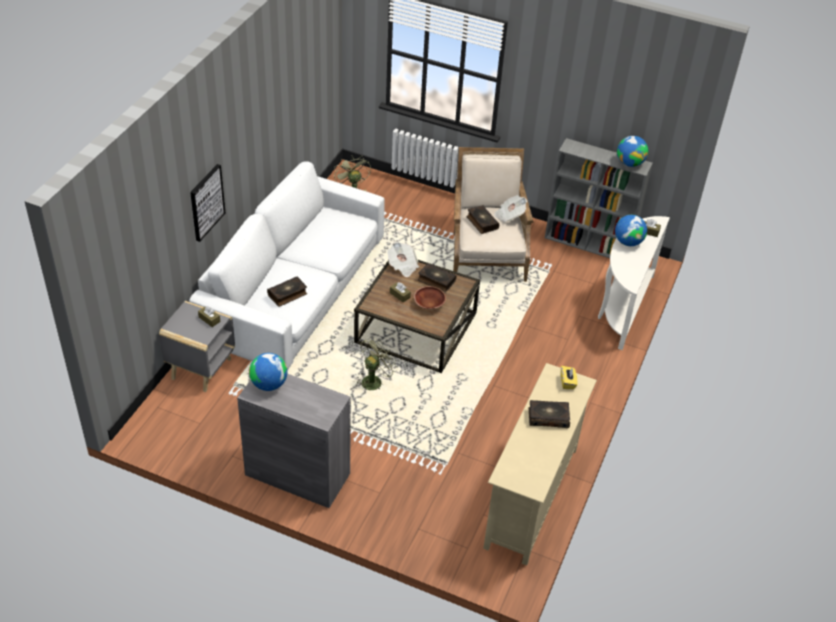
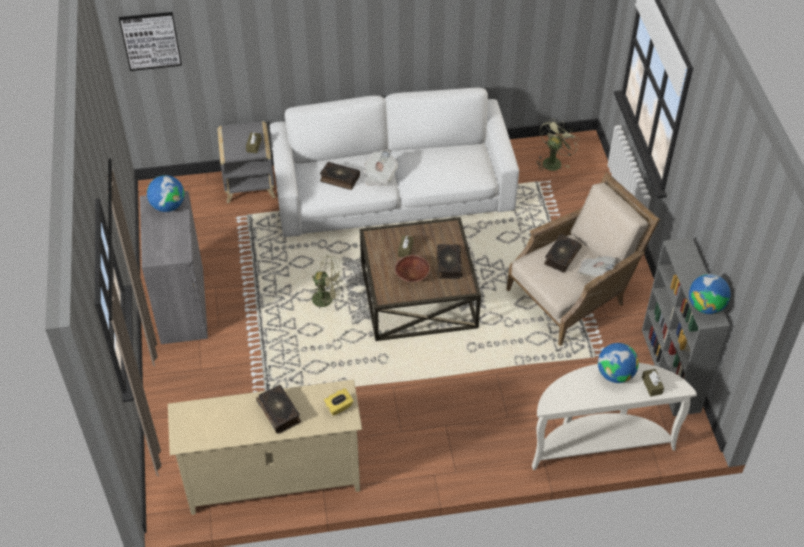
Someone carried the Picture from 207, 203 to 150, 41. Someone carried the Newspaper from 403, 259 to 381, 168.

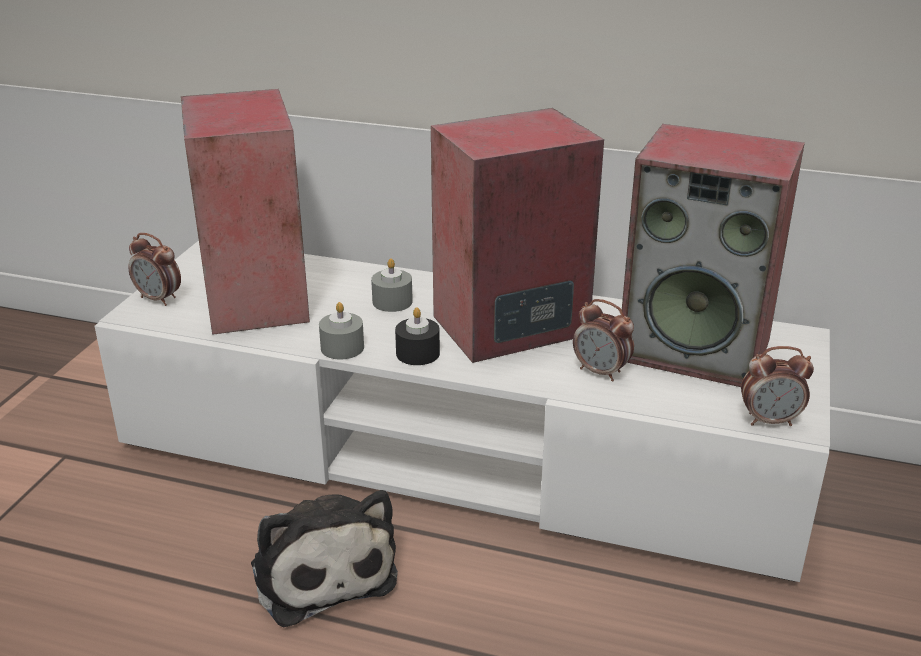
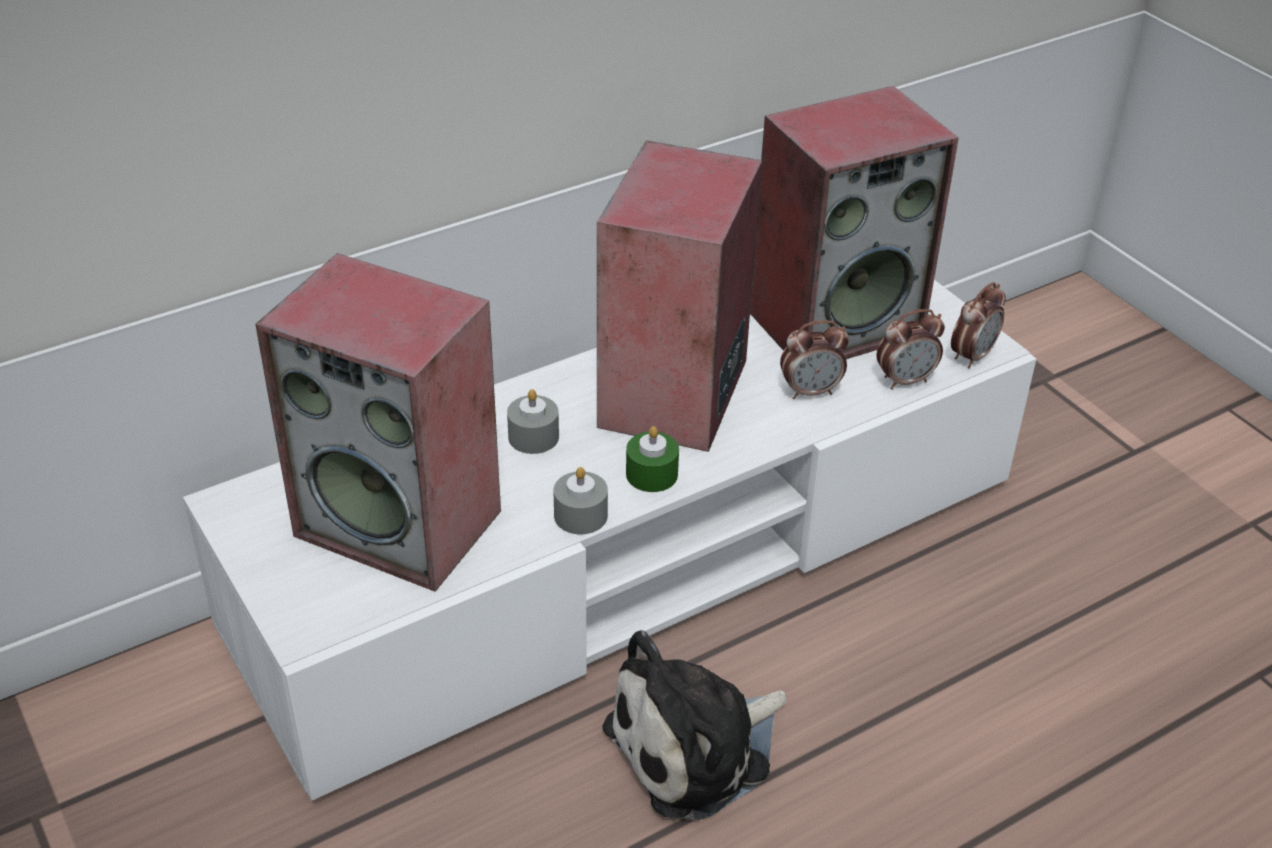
Someone carried the AlarmClock from 154, 269 to 911, 349. Someone repainted the BlackCandle at 417, 336, which became the GreenCandle at 652, 459. Someone rotated the PlushToy at 324, 558 by 135 degrees clockwise.

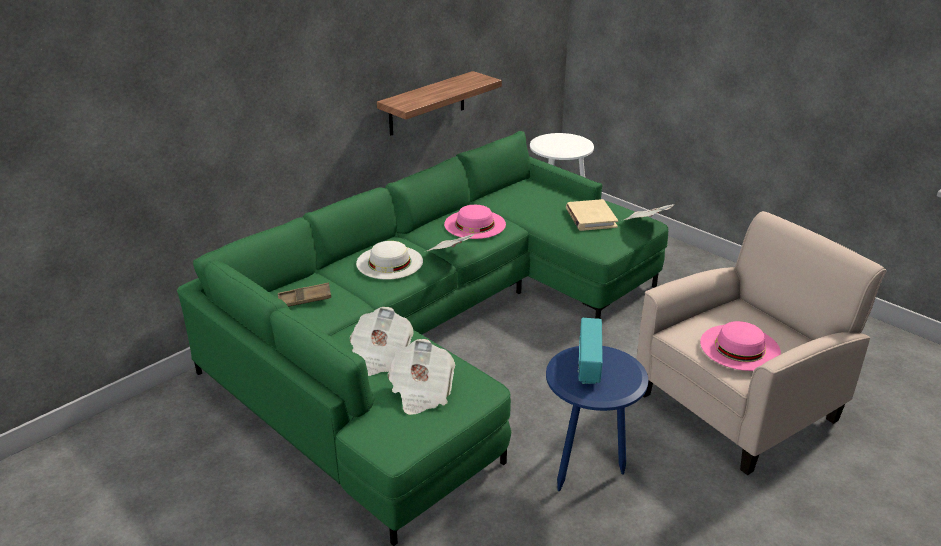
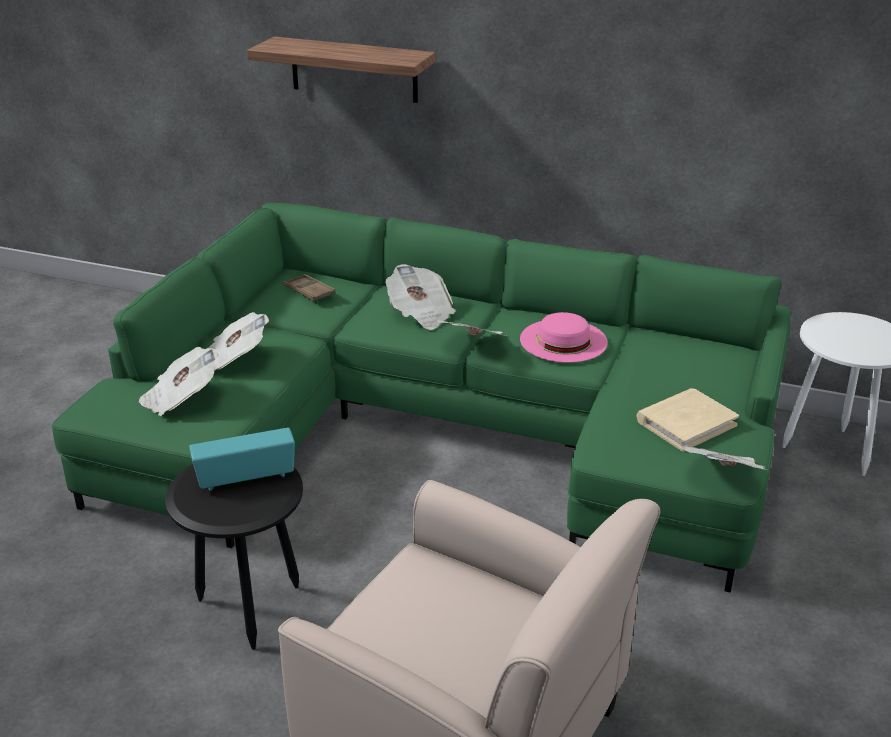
Someone carried the Shelf from 439, 103 to 341, 69. Someone swapped the WhiteHat at 389, 260 for the Newspaper at 420, 297. Someone took away the PinkHat at 740, 346. Someone repainted the BlueSideTable at 597, 418, which became the BlackSideTable at 234, 557.

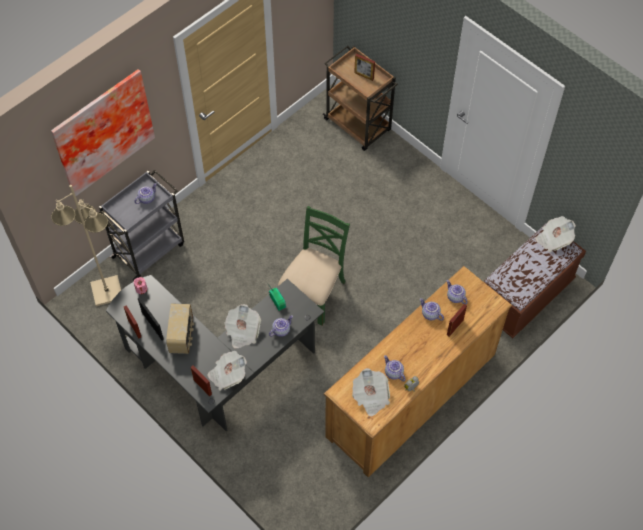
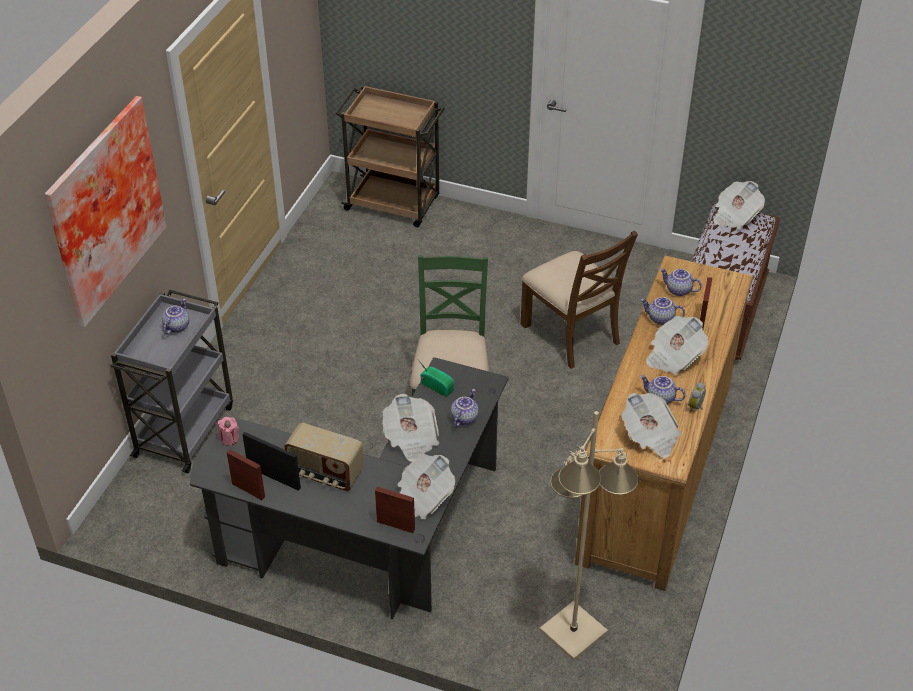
Someone took away the PictureFrame at 364, 67. Someone carried the BeigeFloorLamp from 86, 245 to 589, 536. Someone rotated the Radio at 180, 328 by 135 degrees clockwise. Someone put down the BrownChair at 579, 300. Someone put down the Newspaper at 677, 345.

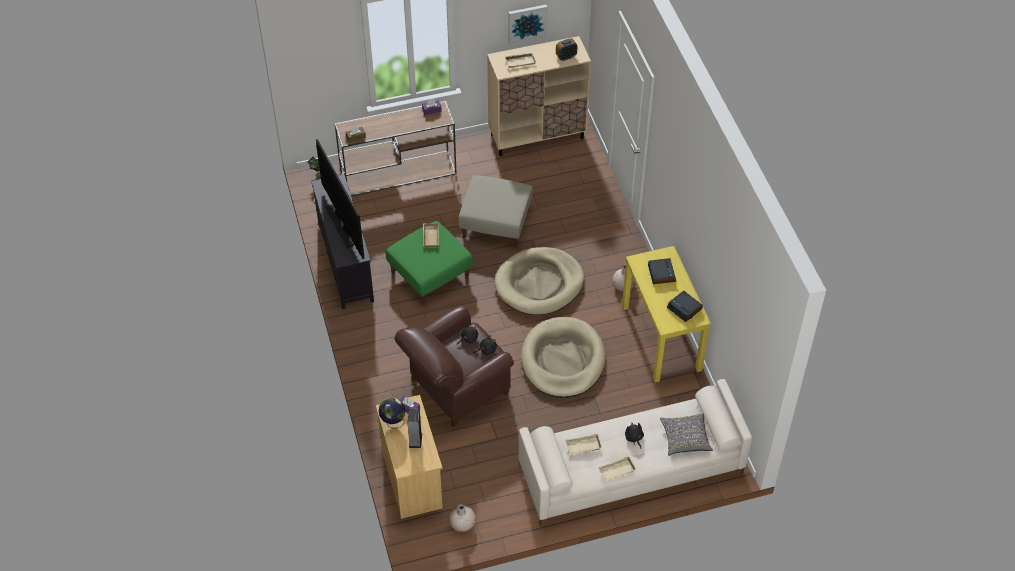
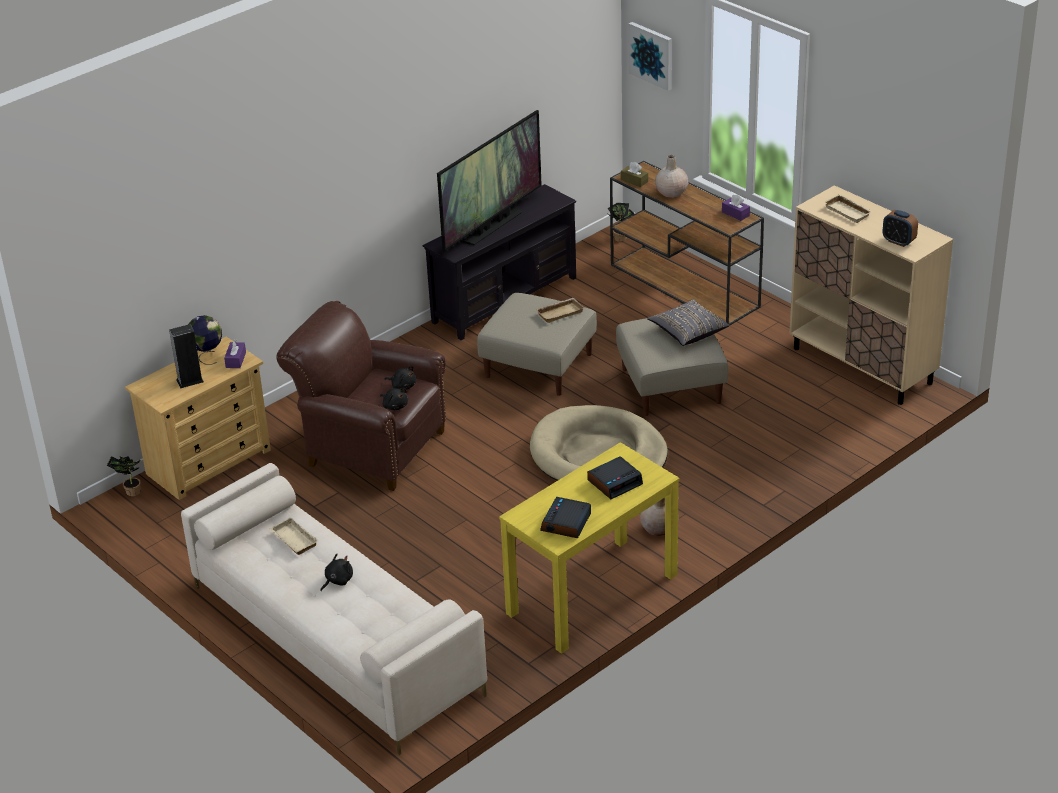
Someone carried the Picture from 528, 24 to 650, 56. Someone repainted the GreenOttoman at 429, 263, which became the BeigeOttoman at 537, 344. Someone took away the BeigeDogBed at 563, 357. Someone carried the GreyPillow from 686, 435 to 688, 322. Someone took away the BeigeTray at 617, 469. Someone carried the BeigeVase from 462, 518 to 671, 176. Someone put down the PottedPlant at 124, 476.

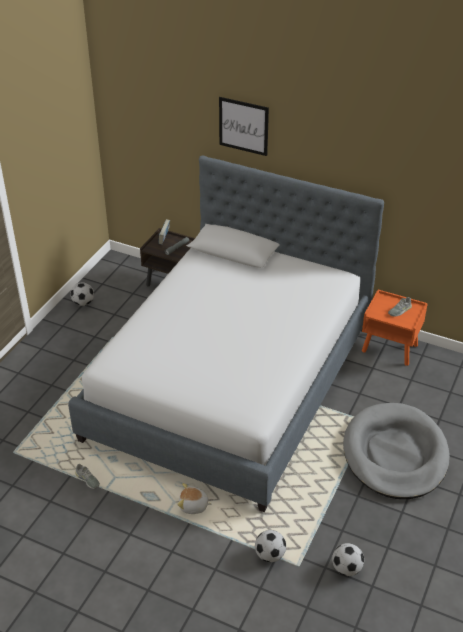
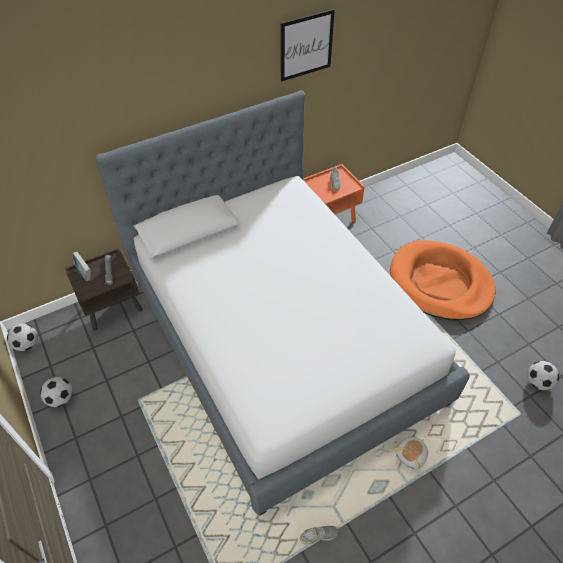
Someone carried the Picture from 244, 126 to 308, 45. Someone repainted the GreyDogBed at 396, 451, which became the OrangeDogBed at 443, 280. Someone carried the Football from 270, 546 to 22, 337.

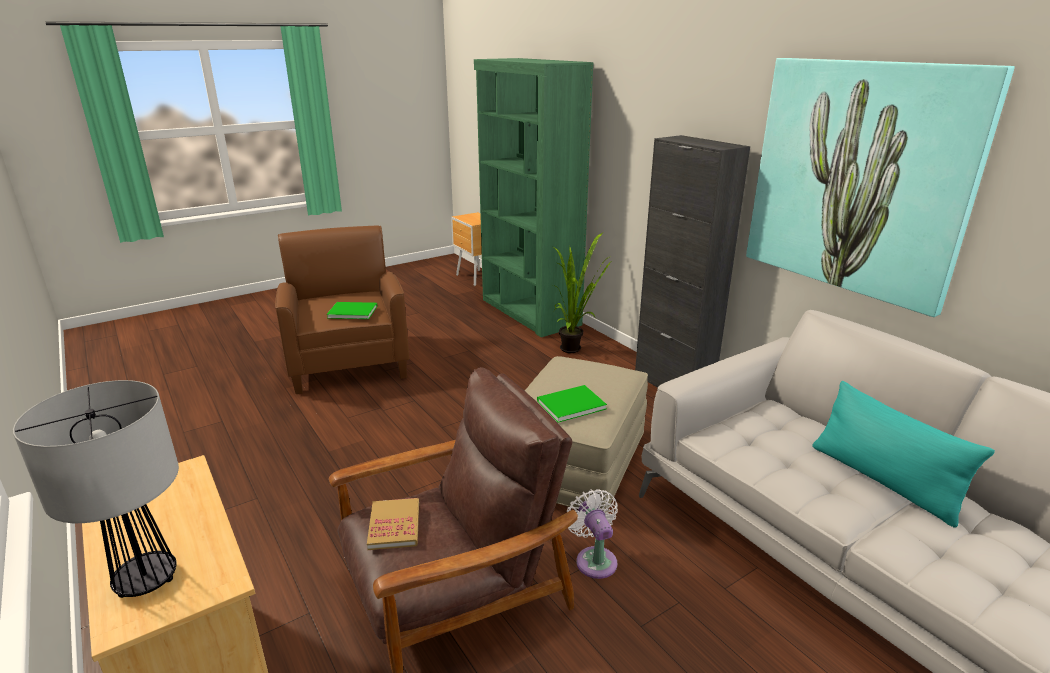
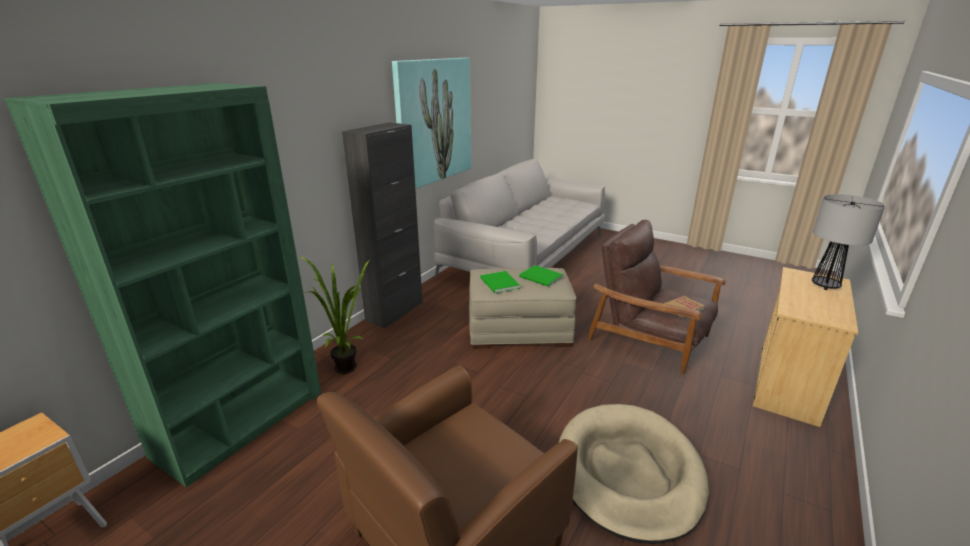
Someone carried the GreenBook from 352, 310 to 500, 282. Someone took away the TurquoisePillow at 903, 454. Someone took away the WhiteFan at 592, 534. Someone put down the BeigeDogBed at 634, 474.

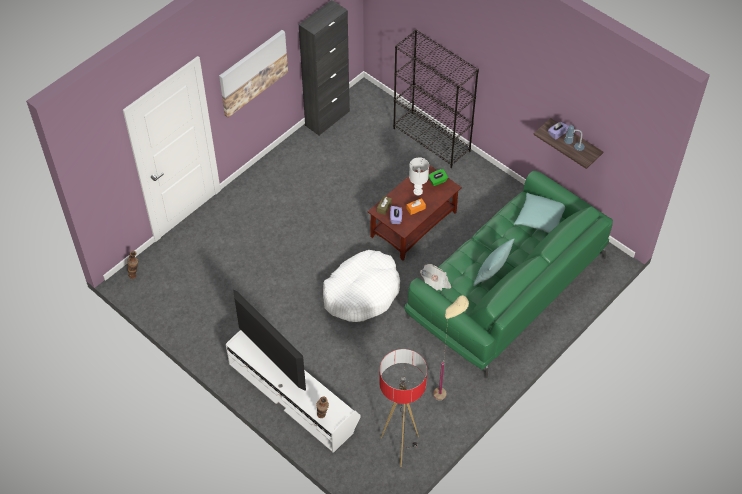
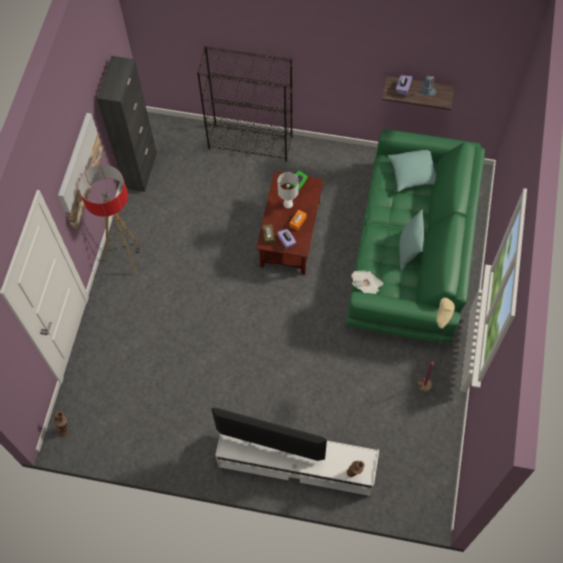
Someone took away the WhiteDogBed at 361, 286. Someone carried the FloorLamp from 403, 408 to 109, 219.

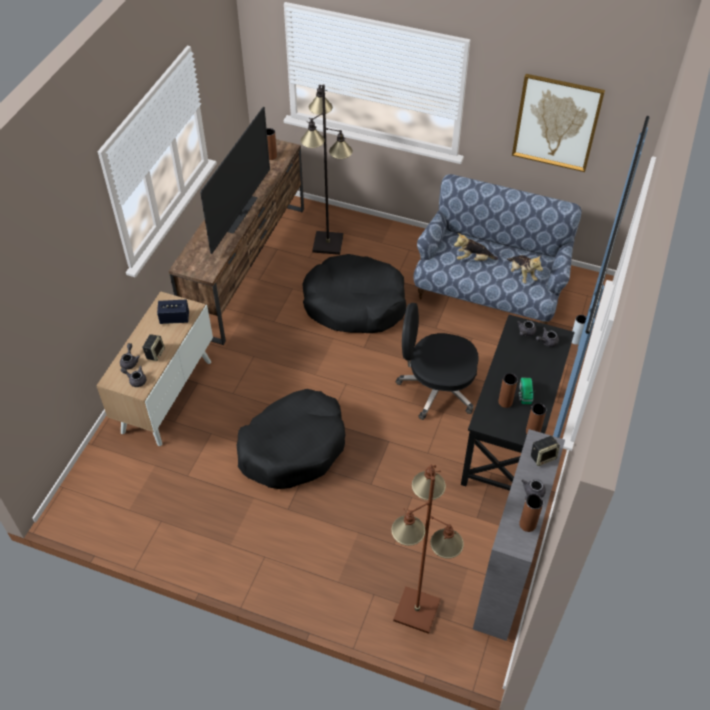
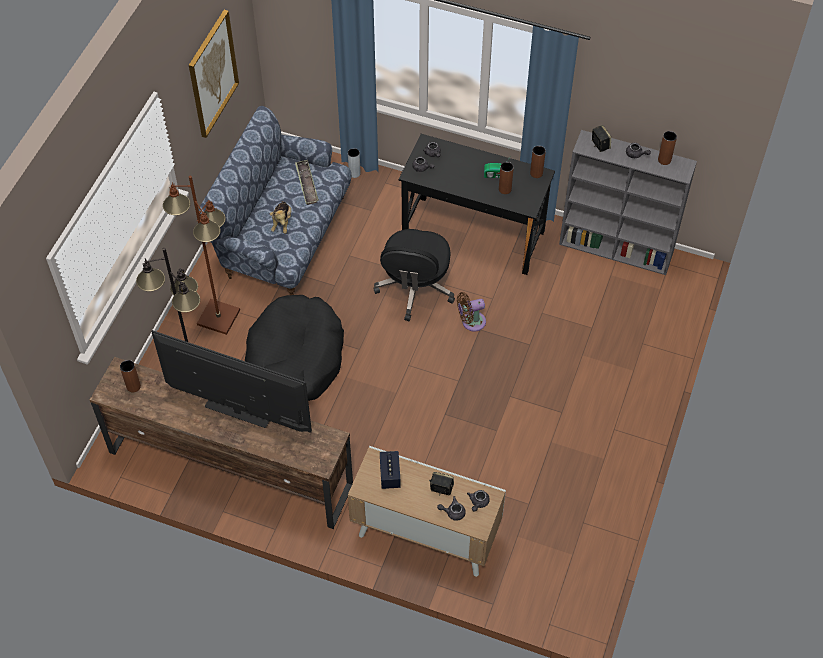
Someone swapped the PlushToy at 525, 269 for the Tray at 307, 182. Someone took away the BlackDogBed at 291, 439. Someone carried the BrownFloorLamp from 427, 549 to 201, 255. Someone put down the BrownFan at 471, 312.

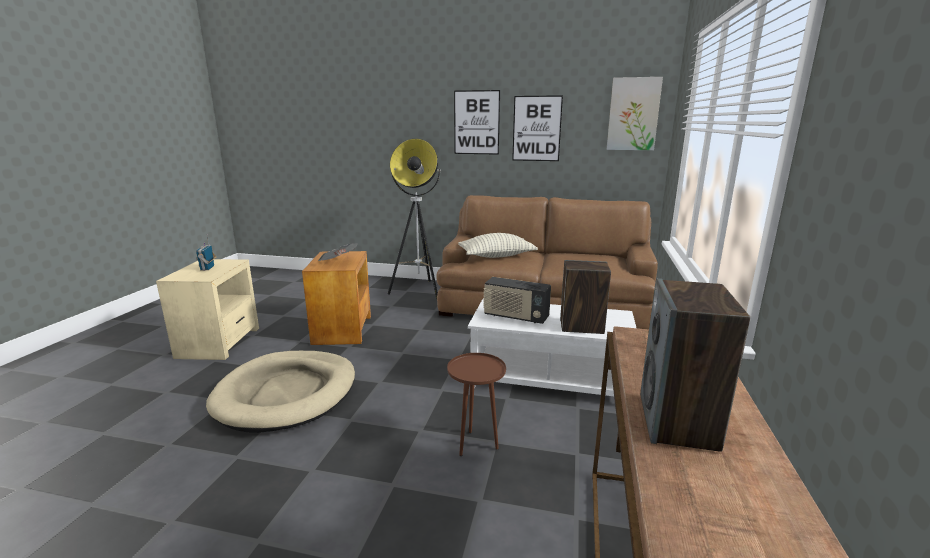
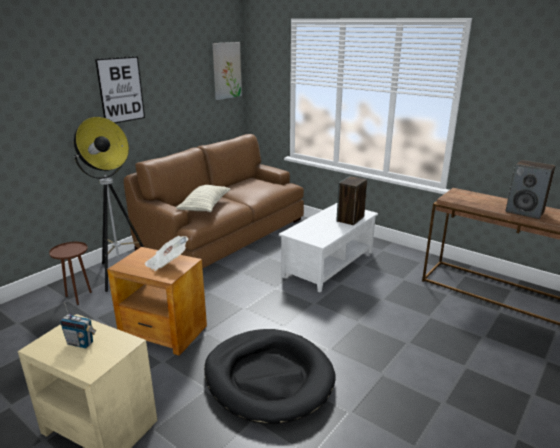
Someone took away the Picture at 537, 128. Someone took away the Radio at 517, 300. Someone repainted the BeigeDogBed at 280, 392, which became the BlackDogBed at 270, 376. Someone carried the BrownSideTable from 476, 404 to 70, 273.

